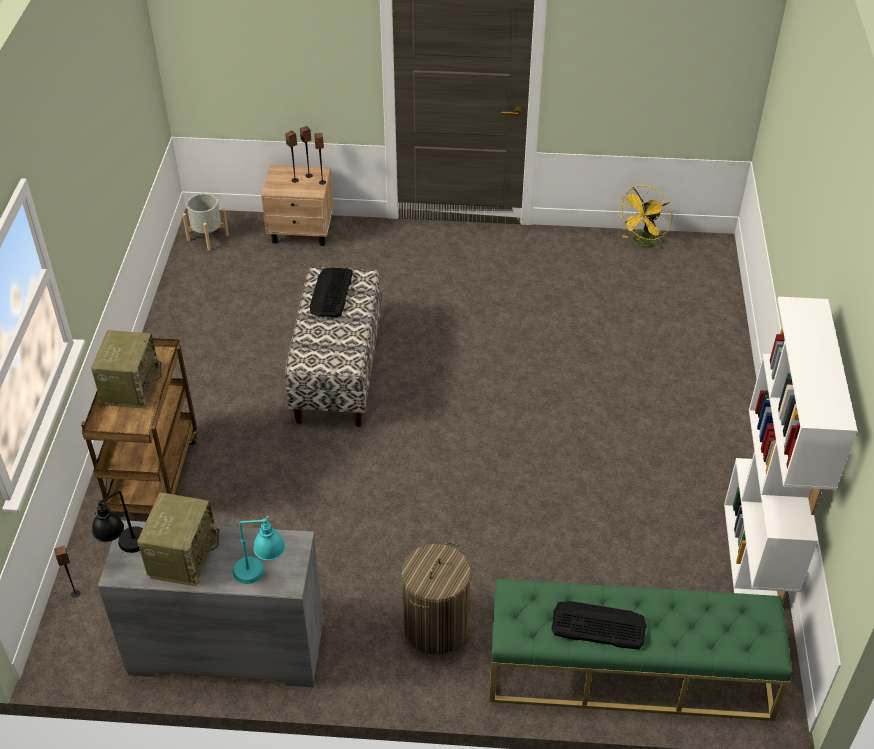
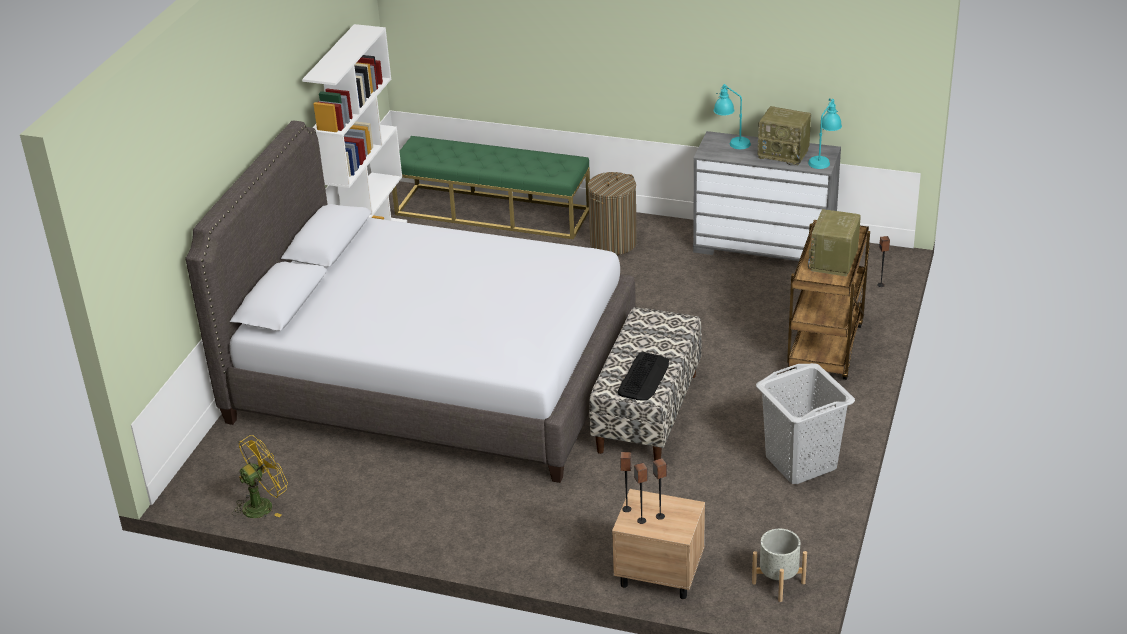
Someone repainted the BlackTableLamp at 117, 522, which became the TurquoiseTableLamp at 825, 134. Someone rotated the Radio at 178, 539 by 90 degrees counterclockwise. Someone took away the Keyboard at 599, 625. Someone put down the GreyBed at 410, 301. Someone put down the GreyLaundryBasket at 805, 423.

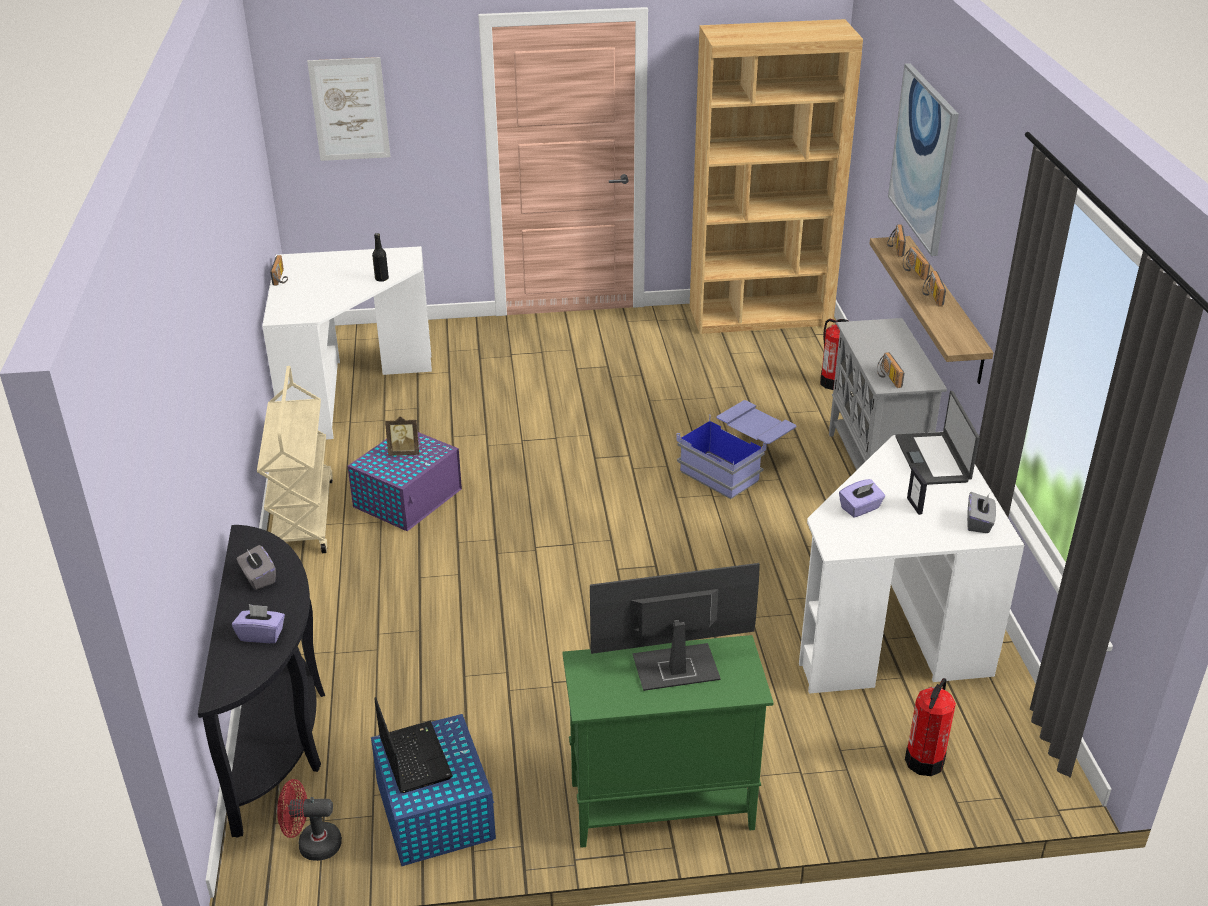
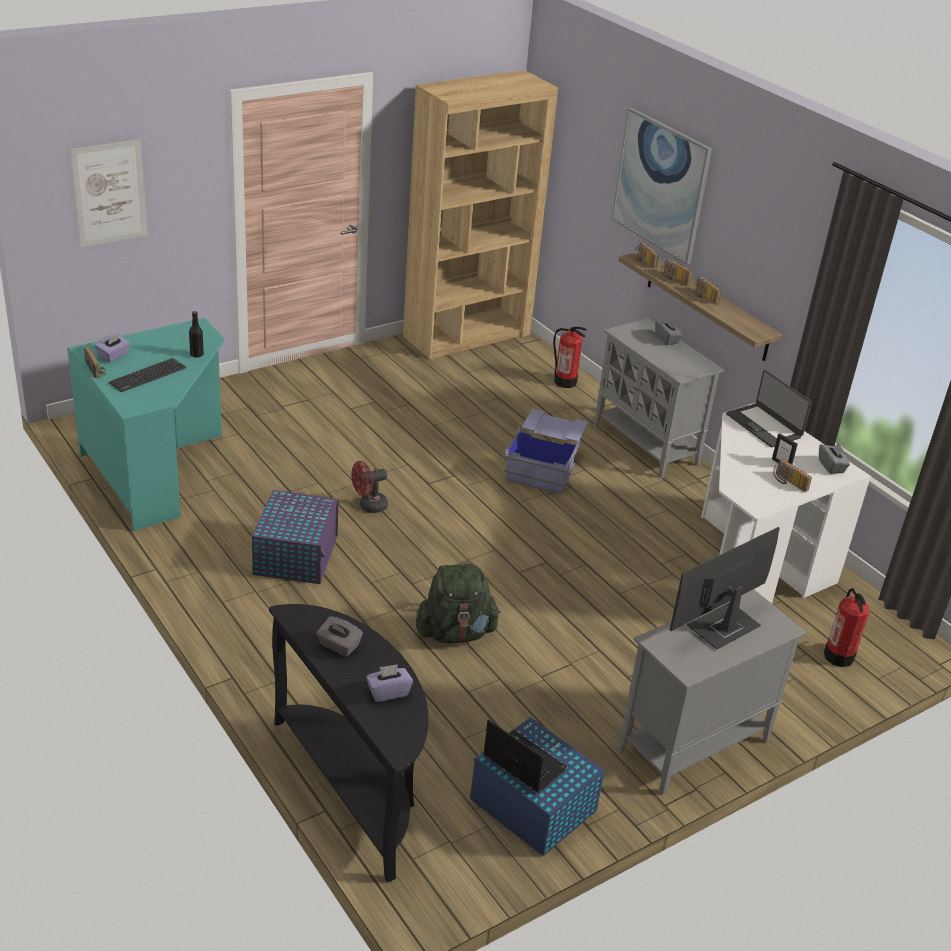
Someone repainted the WhiteDesk at 347, 342, which became the TurquoiseDesk at 145, 424. Someone carried the Radio from 891, 370 to 792, 475. Someone took away the BeigeCart at 295, 459. Someone took away the PictureFrame at 402, 436. Someone carried the PurpleTissueBox from 862, 498 to 112, 347. Someone repainted the GreenCabinet at 668, 741, which became the GreyCabinet at 712, 692. Someone carried the RedFan from 309, 820 to 369, 487. Someone put down the GreyTissueBox at 669, 331. Someone put down the Keyboard at 147, 375. Someone put down the GreenBackpack at 458, 603.

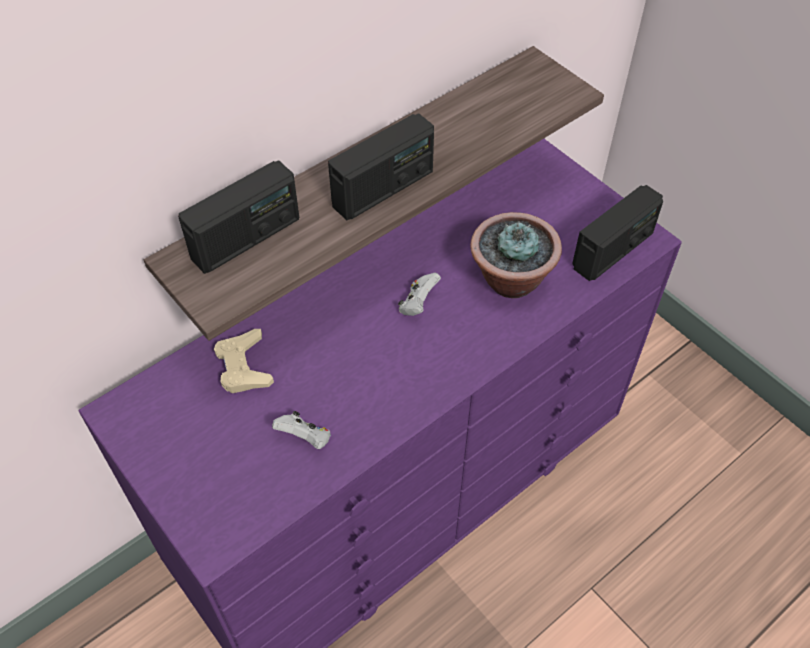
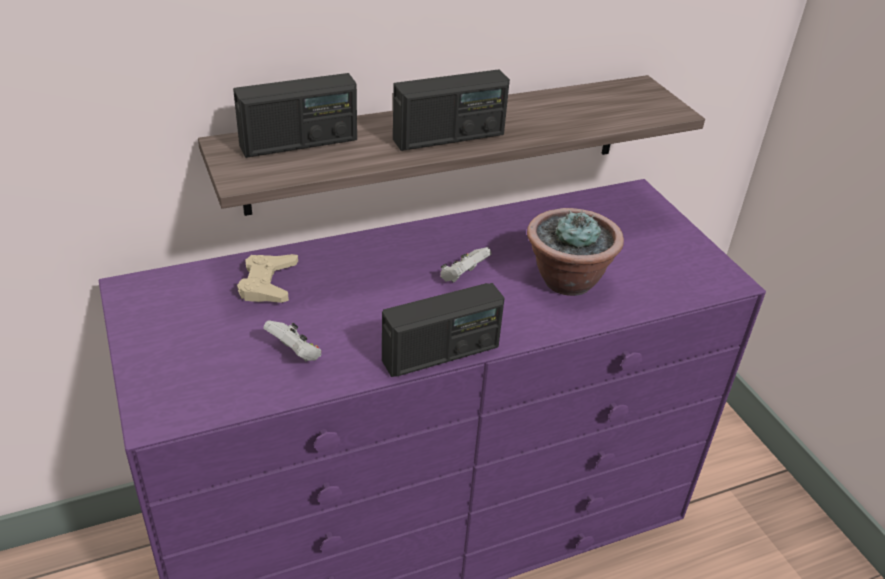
Someone carried the Radio from 617, 233 to 443, 330.

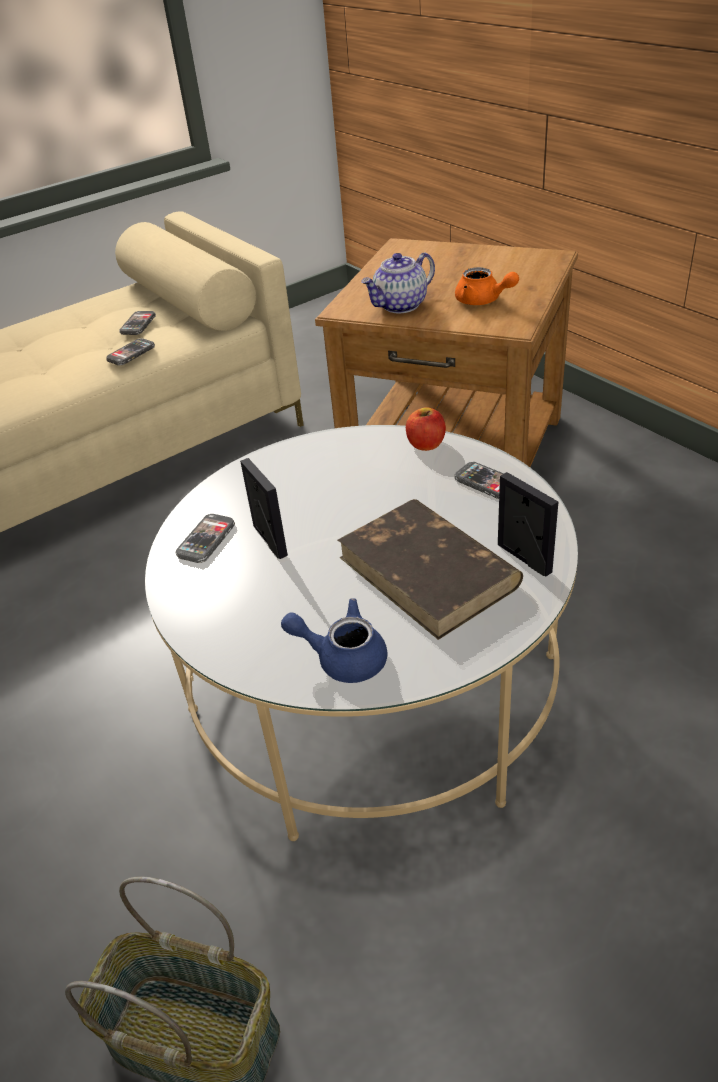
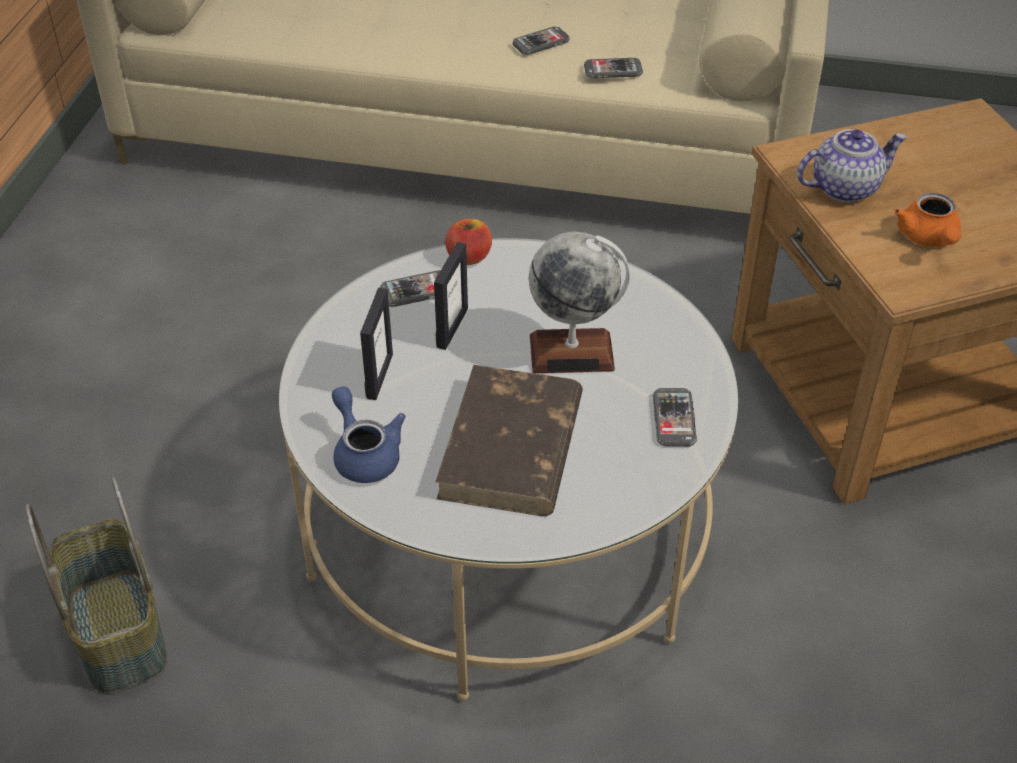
Someone rotated the Teapot at 398, 282 by 150 degrees clockwise. Someone carried the Phone from 137, 323 to 541, 40. Someone carried the Apple from 426, 429 to 468, 242. Someone carried the PictureFrame from 528, 524 to 376, 344. Someone put down the Globe at 579, 302.

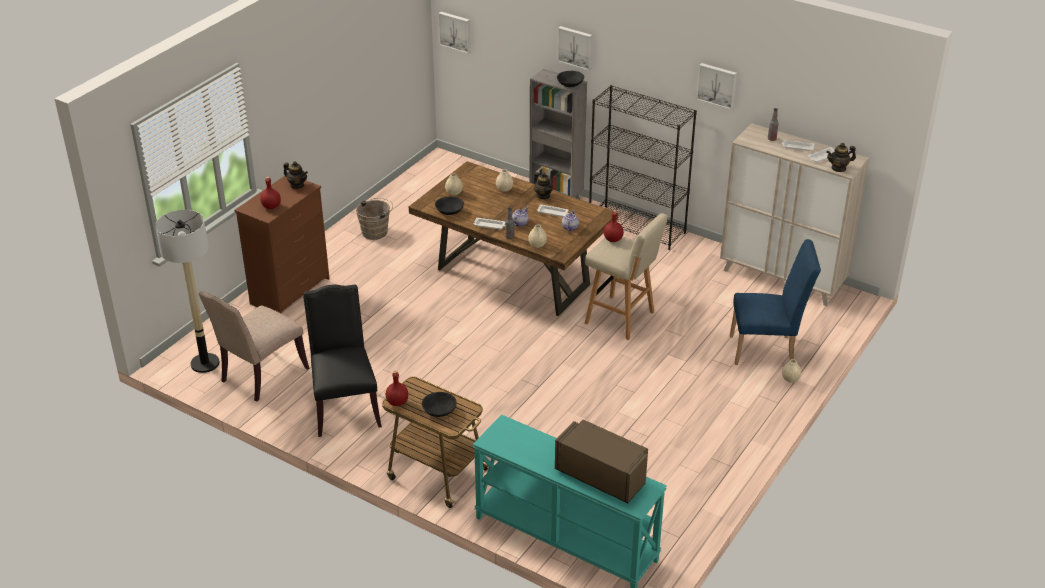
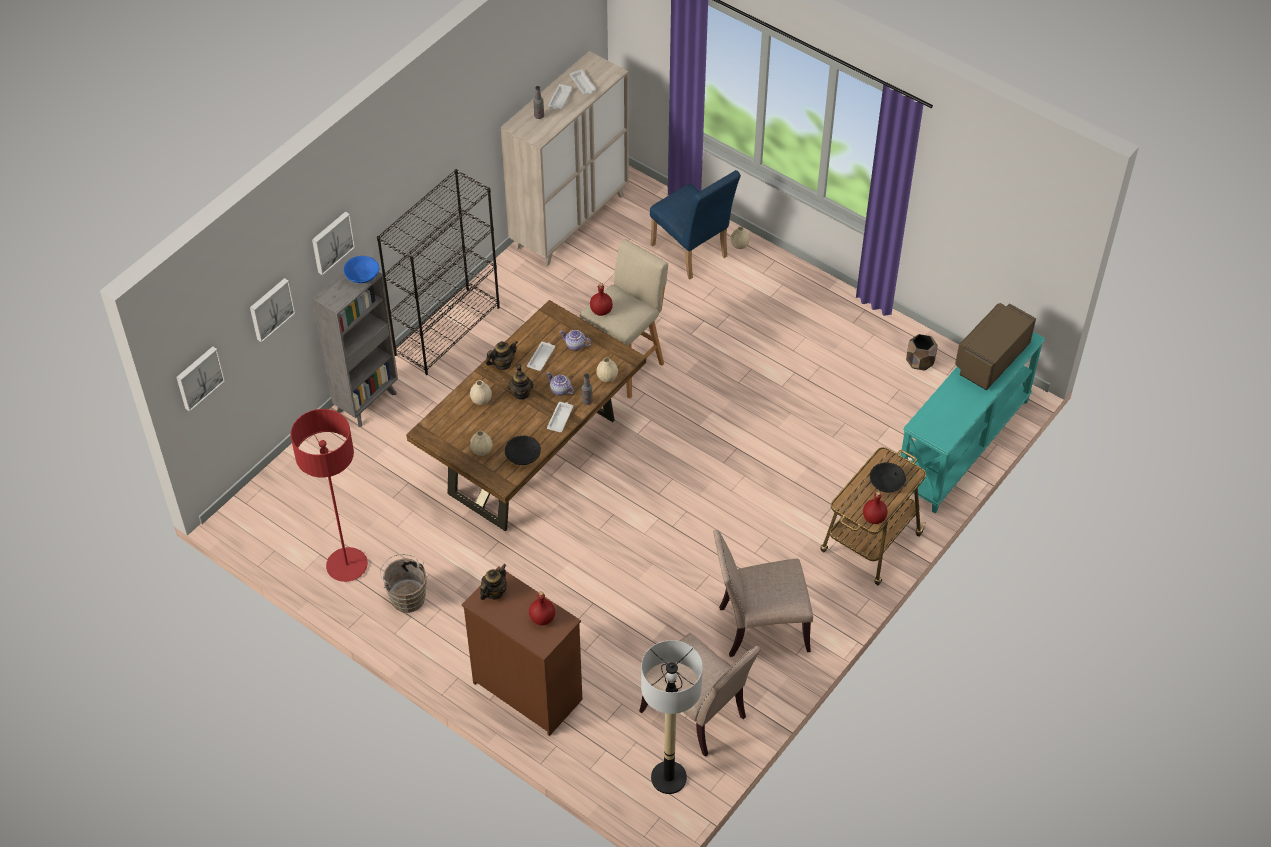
Someone carried the Picture from 716, 86 to 273, 310. Someone repainted the BlackBowl at 570, 79, which became the BlueBowl at 361, 269. Someone carried the Teapot from 841, 157 to 520, 382. Someone rotated the BlueChair at 775, 302 by 135 degrees clockwise. Someone repainted the BlackChair at 342, 361, which became the BeigeChair at 763, 593. Someone put down the BrownPlanter at 921, 352. Someone put down the RedFloorLamp at 329, 495.

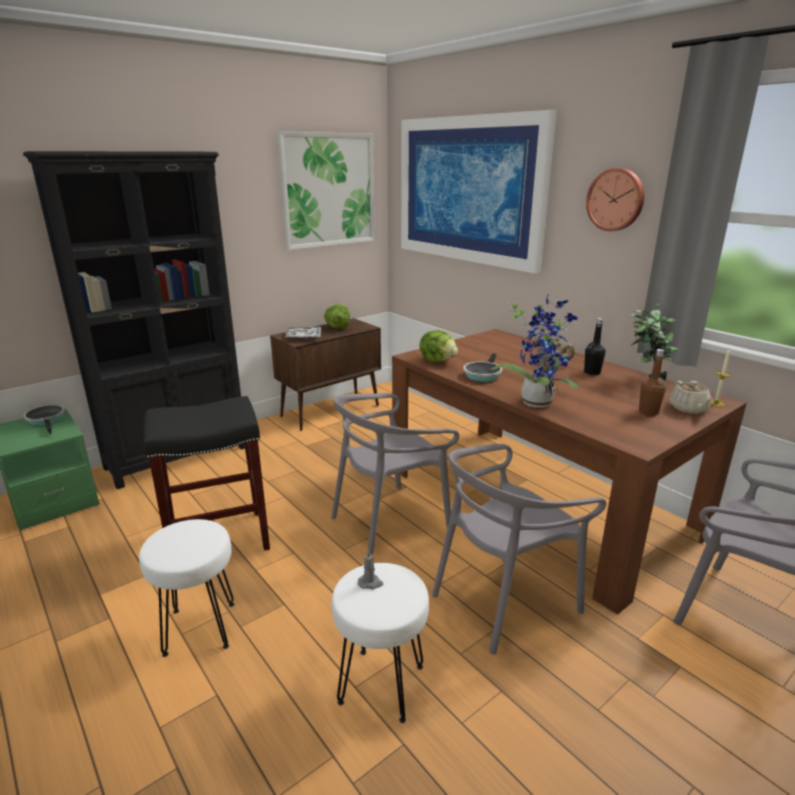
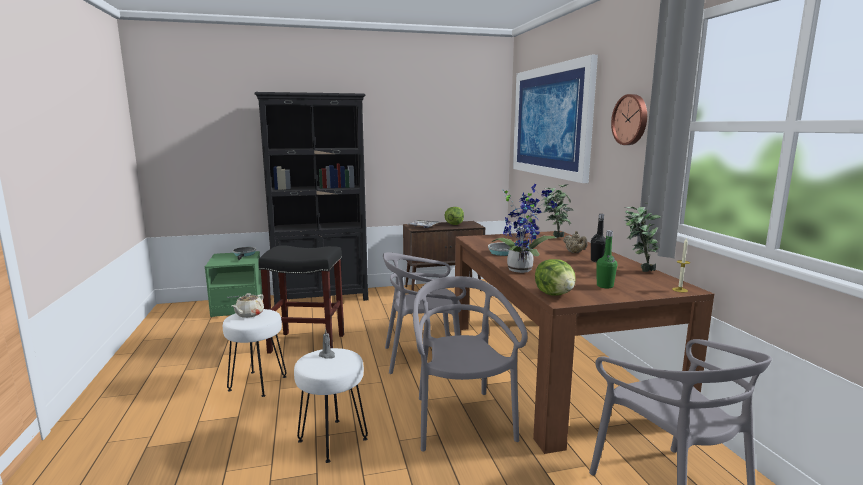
Someone took away the Picture at 326, 190. Someone carried the Lettuce from 438, 346 to 555, 277. Someone repainted the BrownBottle at 652, 382, which became the GreenBottle at 606, 259. Someone carried the BeigeTeapot from 691, 397 to 248, 305. Someone rotated the GreyChair at 519, 549 by 90 degrees clockwise. Someone put down the PottedPlant at 558, 211.

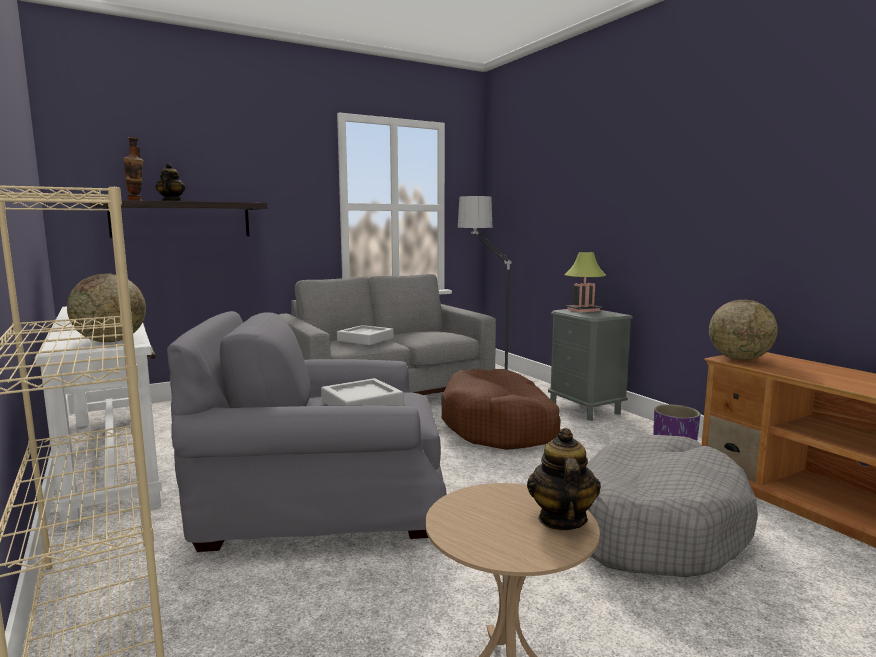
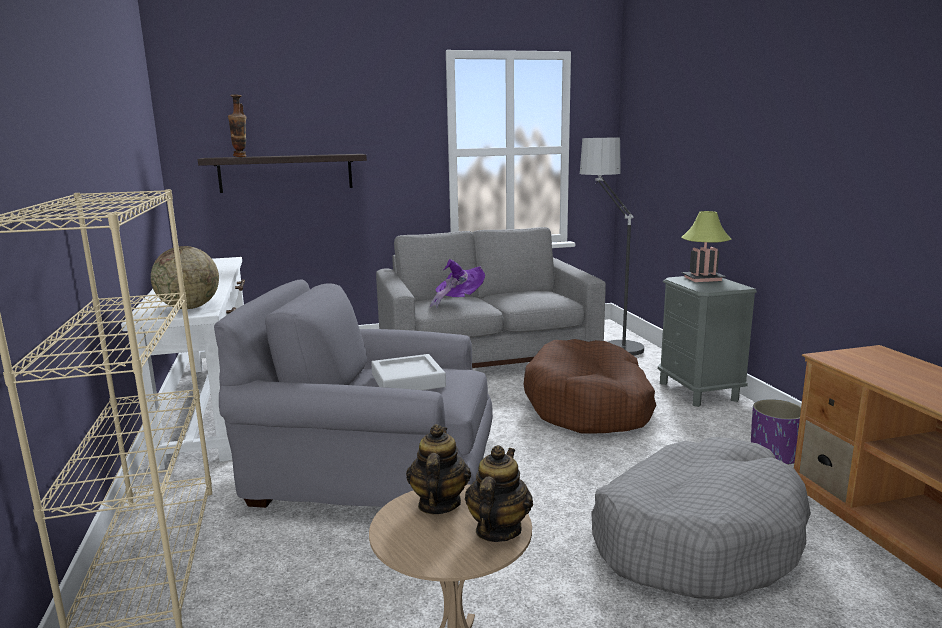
Someone carried the Teapot from 171, 182 to 438, 469. Someone took away the Globe at 743, 329. Someone swapped the GreyTray at 365, 335 for the PurpleHat at 457, 284.

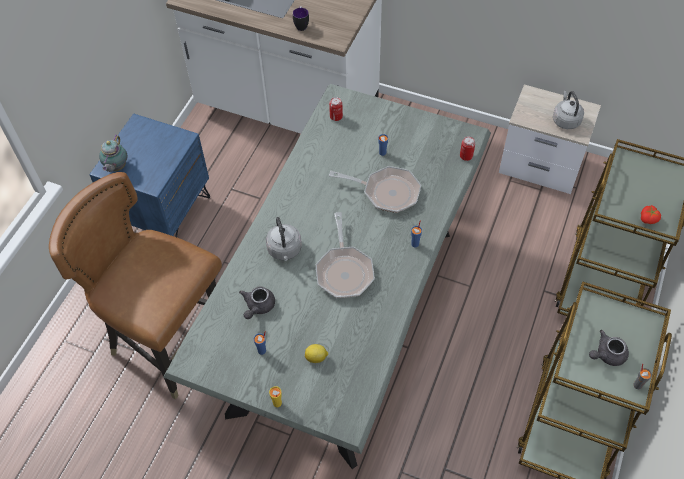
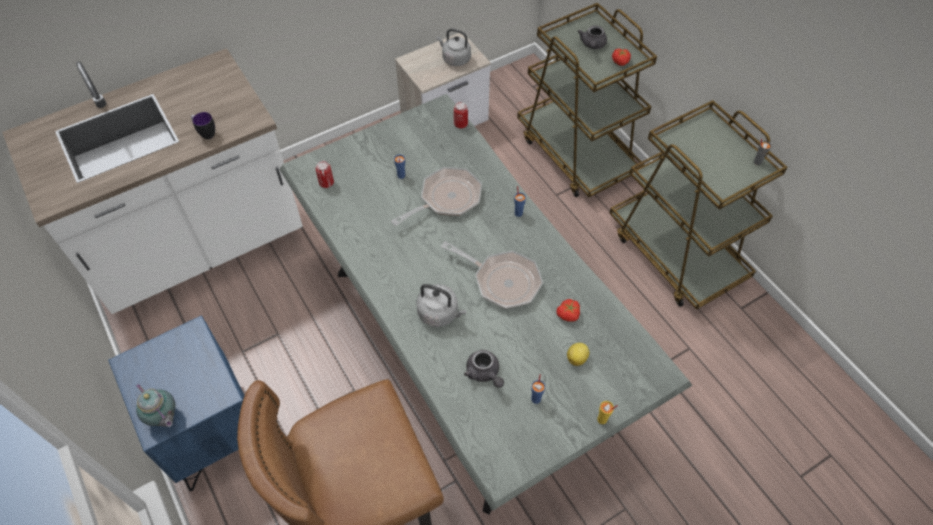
Someone carried the GreyTeapot from 609, 348 to 592, 37. Someone put down the Tomato at 568, 310.

